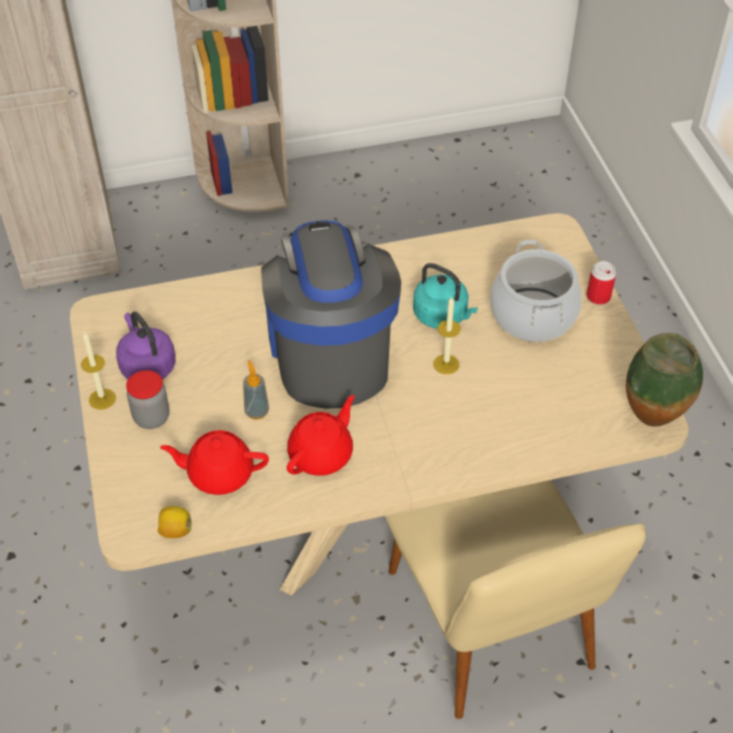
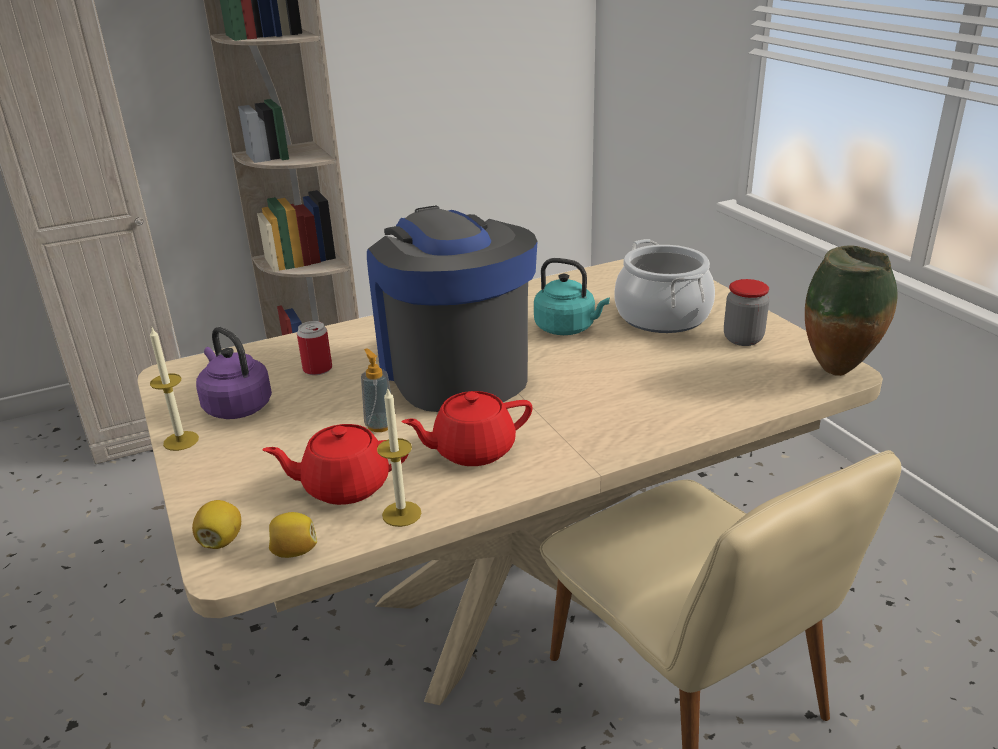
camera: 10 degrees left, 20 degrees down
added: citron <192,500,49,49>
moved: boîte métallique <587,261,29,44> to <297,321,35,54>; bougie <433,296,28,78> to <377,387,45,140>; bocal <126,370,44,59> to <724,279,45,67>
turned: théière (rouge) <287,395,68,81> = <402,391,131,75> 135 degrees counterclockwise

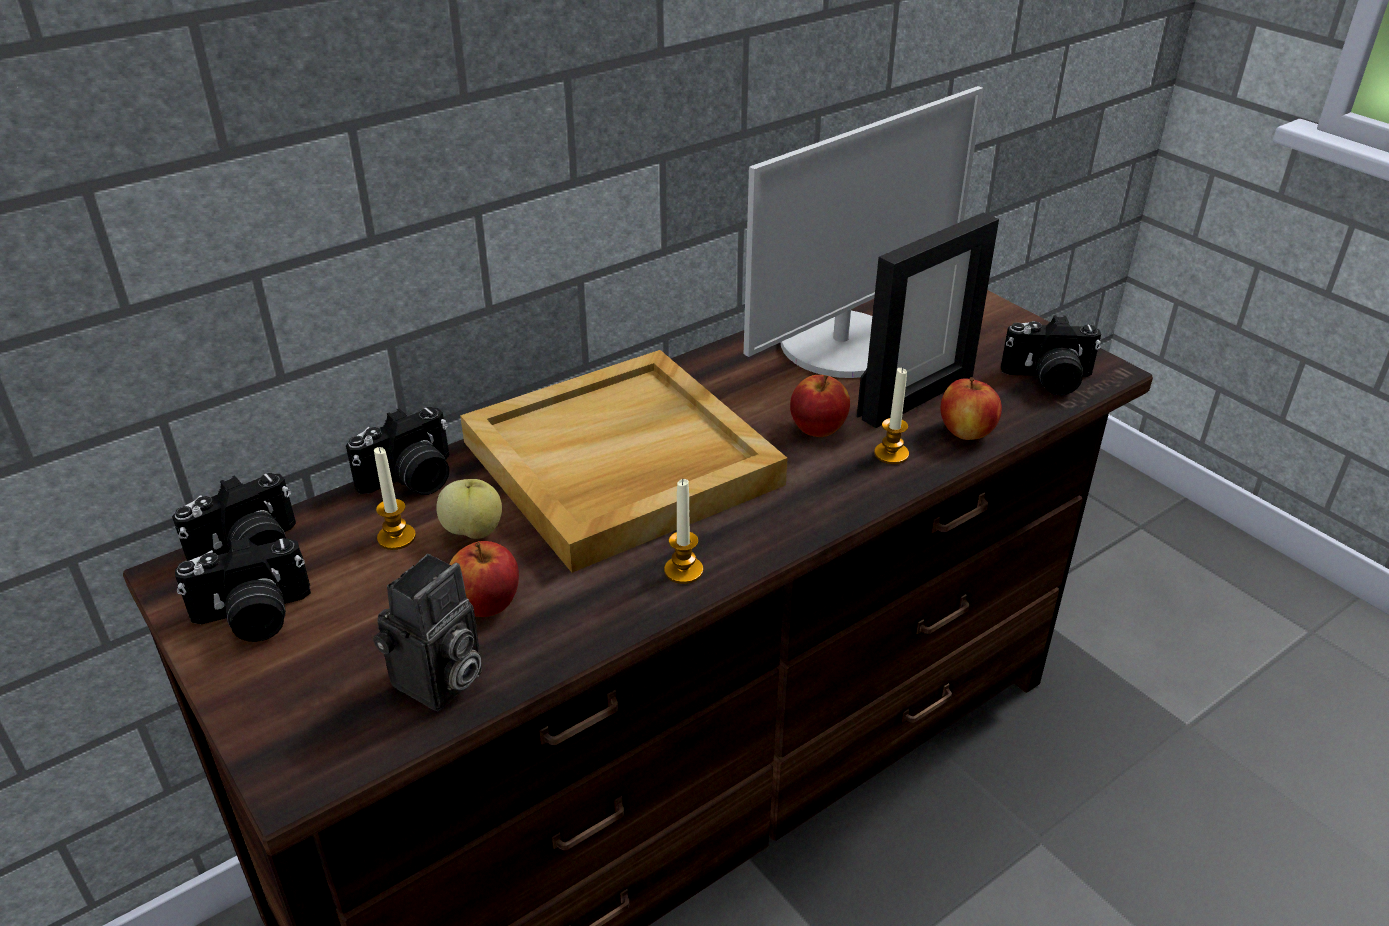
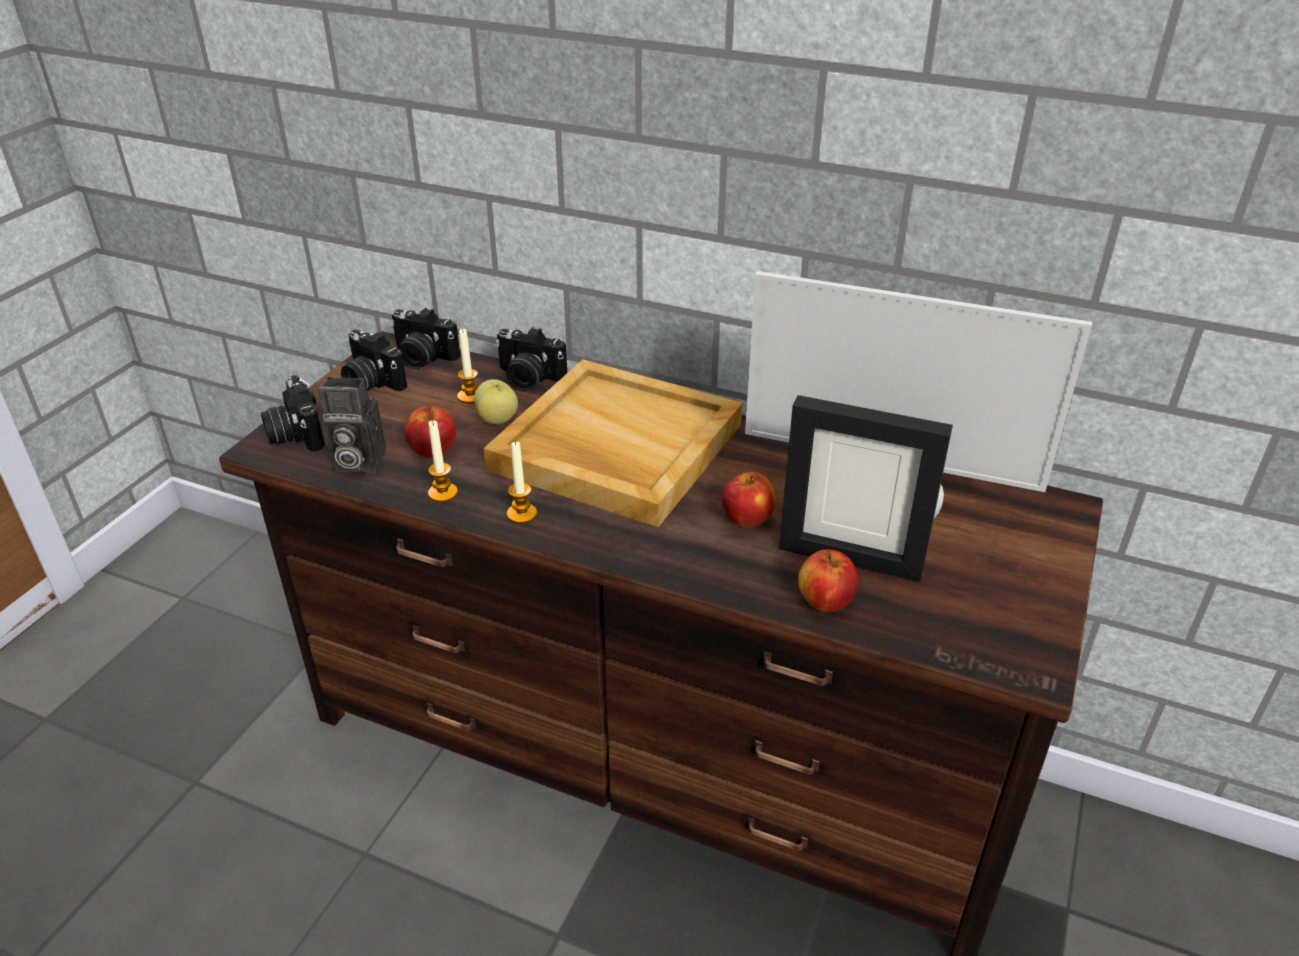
camera: 60 degrees right, 0 degrees up
moved: appareil photo <1001,315,100,80> to <261,375,64,77>; bougie <874,367,35,97> to <428,420,30,82>

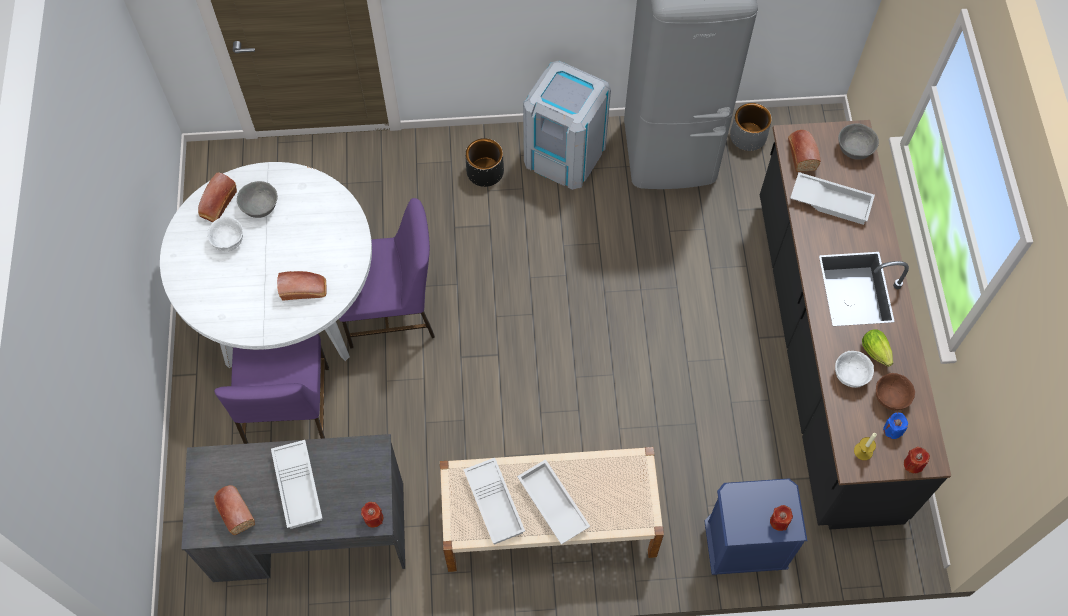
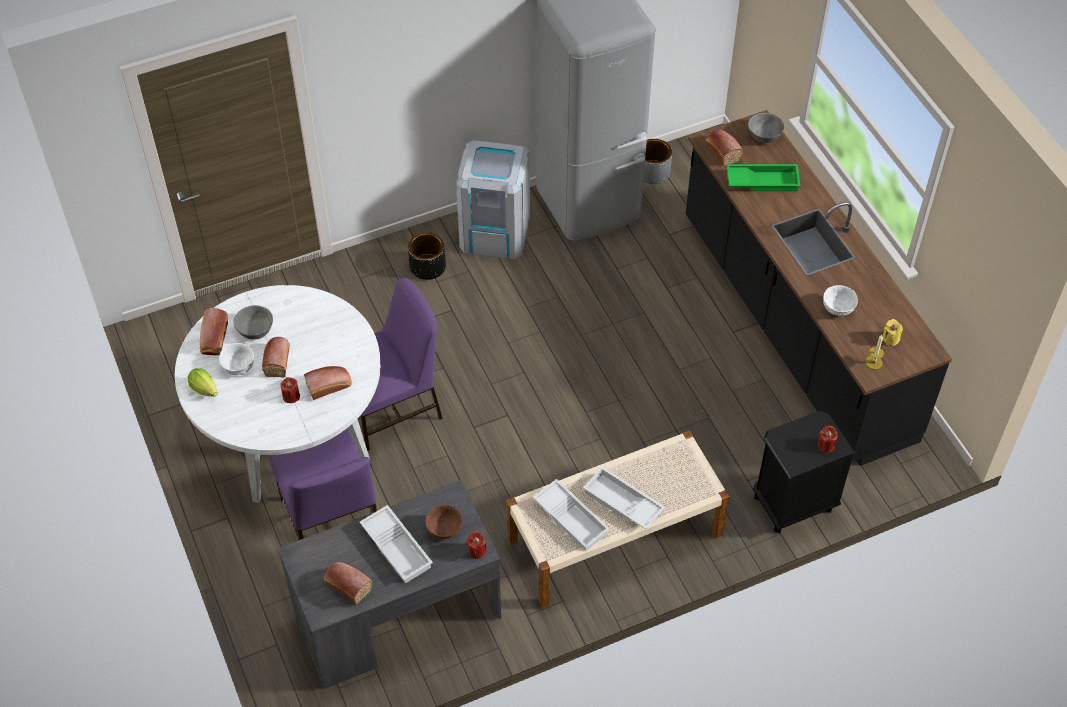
camera: 20 degrees left, 10 degrees down
added: pain <262,337,28,40>
moved: laitue <862,329,31,38> to <188,368,30,29>; bol (marron) <876,373,39,38> to <425,505,38,35>; bougie (rouge) <904,447,26,27> to <281,377,19,26>
recoloured: plateau (blanc) <790,172,85,53> to plateau (vert) <727,164,73,28>; bougie (bleu) <883,413,25,26> to bougie (jaune) <882,319,21,27>; table de chevet (bleu) <704,479,103,96> to table de chevet (noir) <753,411,102,122>

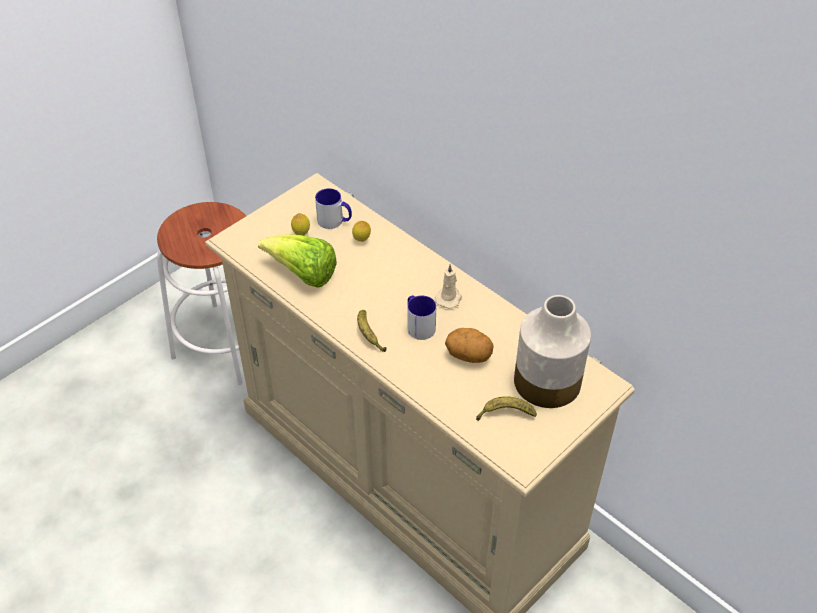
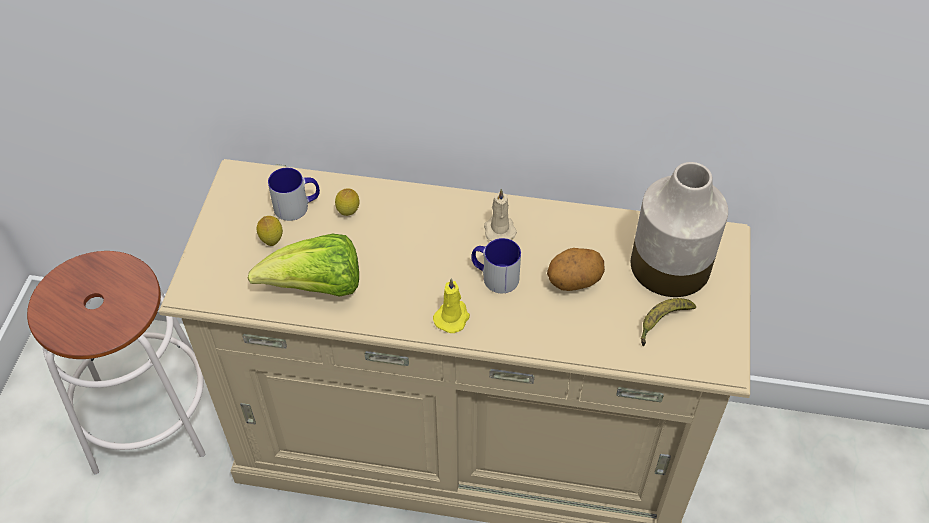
camera: 35 degrees left, 5 degrees up
replaced: banane <357,310,30,42> to bougie (jaune) <433,278,37,55>

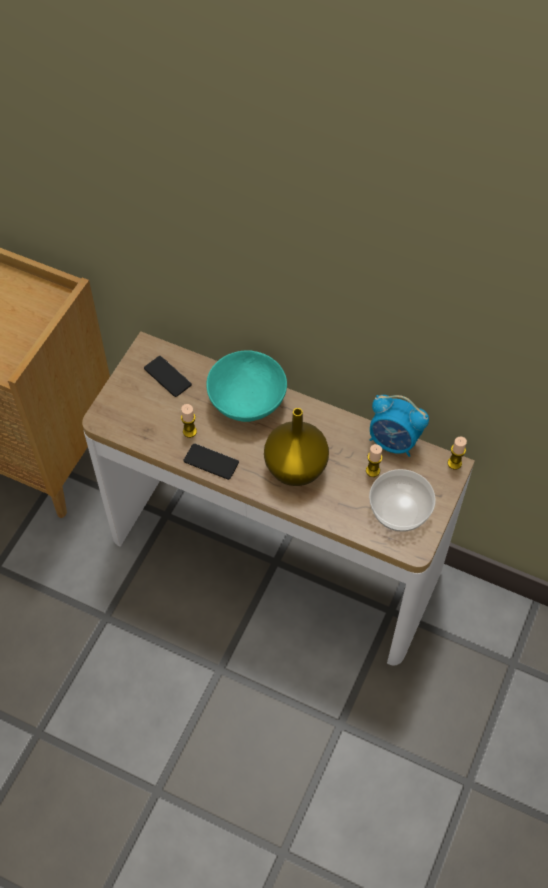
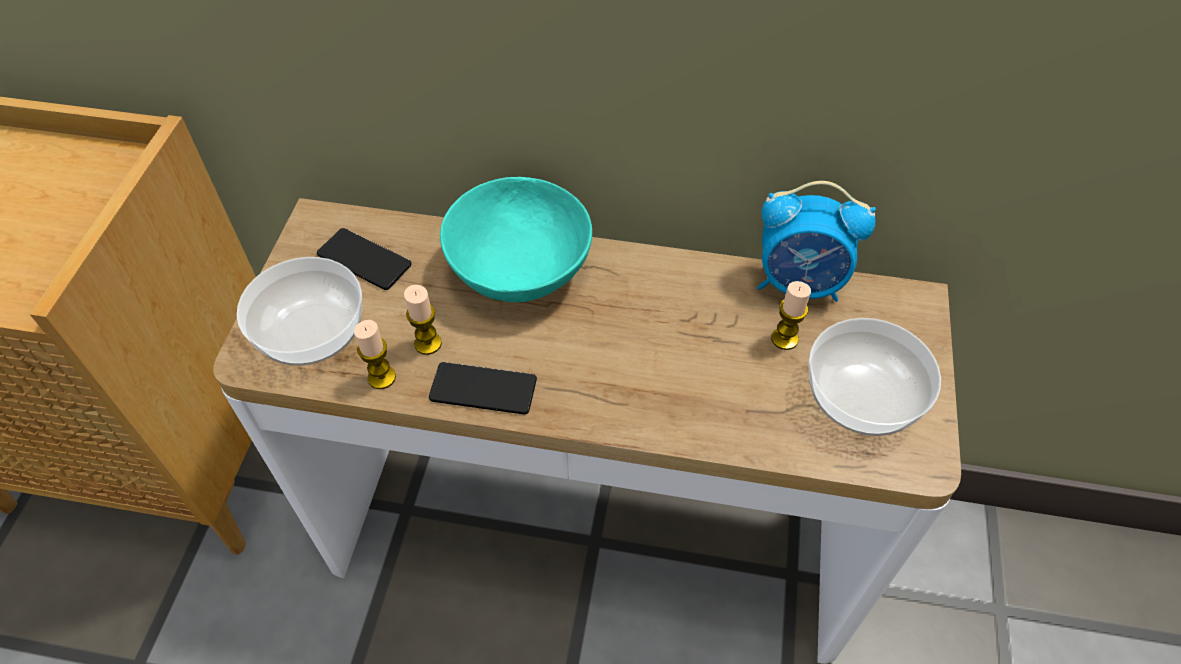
camera: 15 degrees left, 5 degrees down
removed: vase (jaune) <264,408,65,78>
added: bol <237,257,125,109>
moved: bougie <448,437,19,33> to <354,320,42,69>

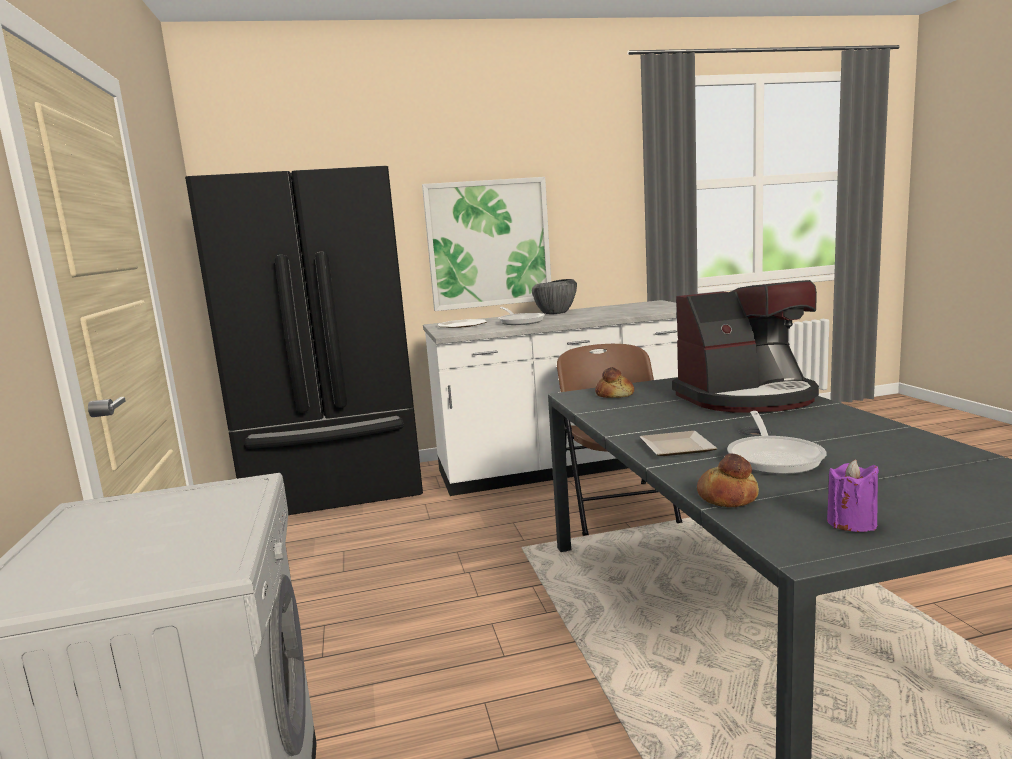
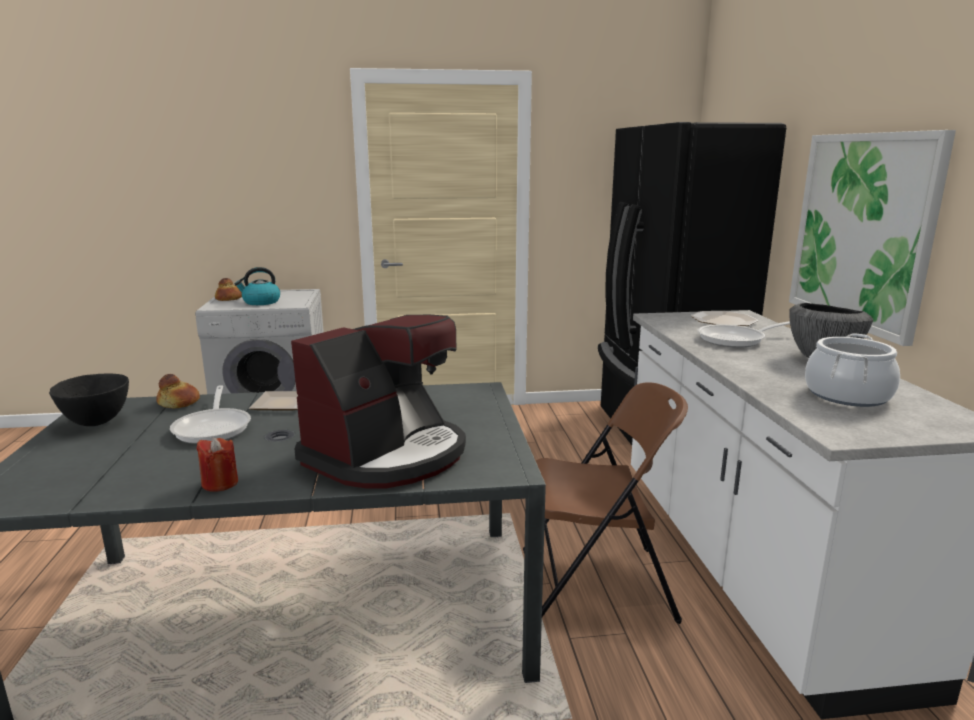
camera: 95 degrees right, 5 degrees up
added: bouilloire <234,267,46,38>; marmite <805,334,95,73>; bougie (rouge) <196,438,42,54>
moved: pain <595,367,39,31> to <215,278,27,23>
replaced: bougie (violet) <827,459,52,73> to bol (noir) <49,373,80,53>
turned: machine à café <672,280,147,133> = <291,315,175,173> 135 degrees counterclockwise; poêle <727,411,100,64> = <170,385,81,59> 120 degrees counterclockwise

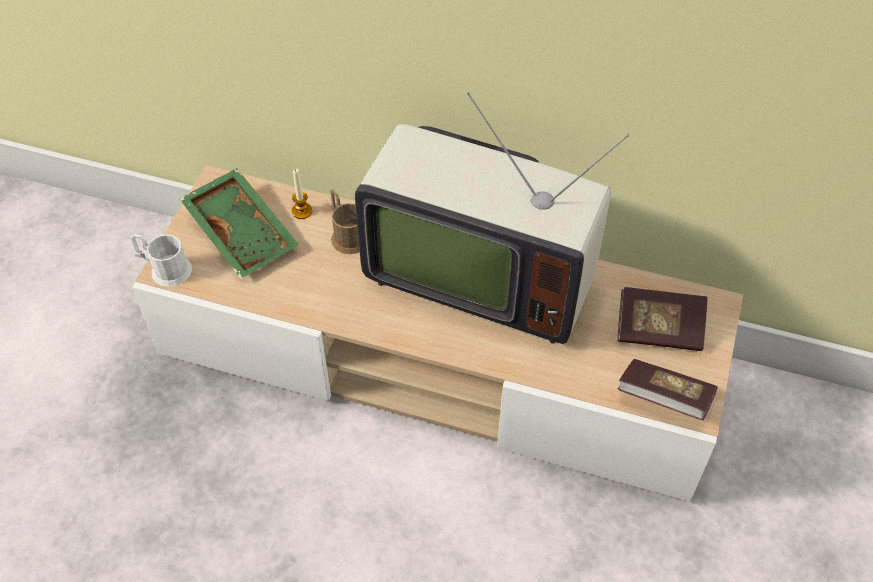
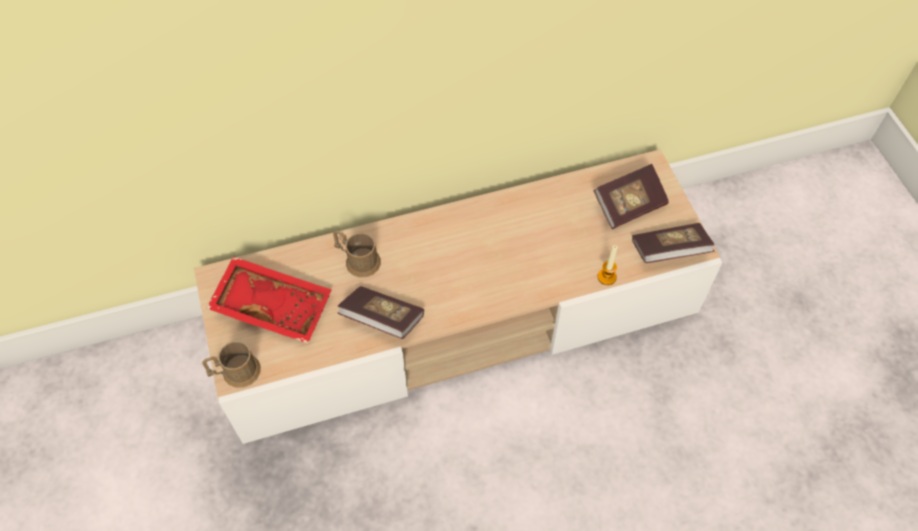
camera: 35 degrees left, 5 degrees up
removed: téléviseur <355,92,275,252>
added: livre <337,286,87,53>
moved: bougie <292,169,20,50> to <597,245,21,40>
recoloured: plateau (vert) <180,168,119,111> to plateau (rouge) <206,256,125,87>; mug (blanc) <131,234,61,53> to mug (marron) <202,341,59,47>

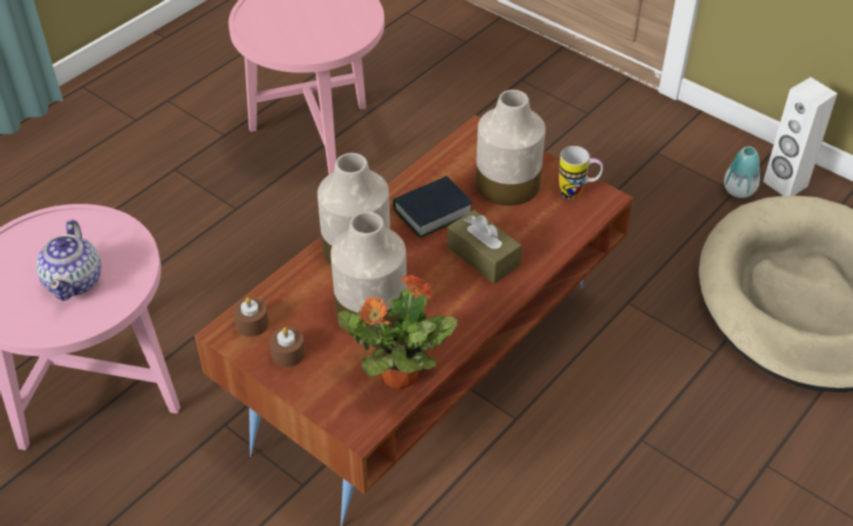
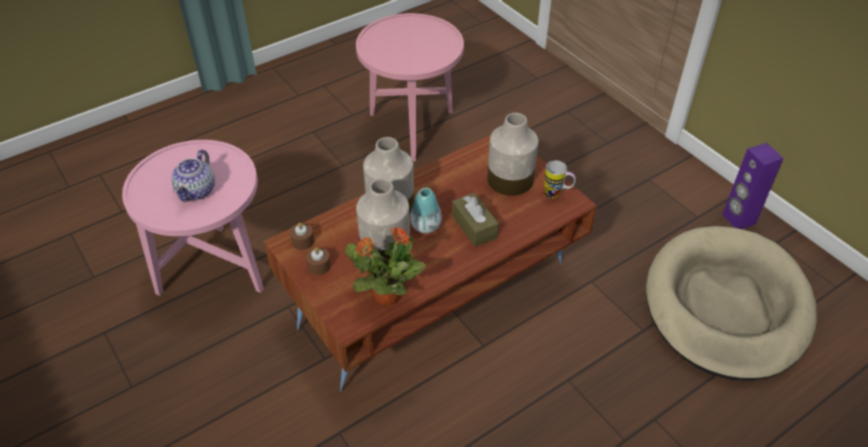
camera: 15 degrees right, 0 degrees up
removed: livre <393,176,80,62>
moved: vase <724,146,36,52> to <410,188,32,45>
recoloured: enceinte (blanc) <763,77,75,119> to enceinte (violet) <722,143,61,86>

